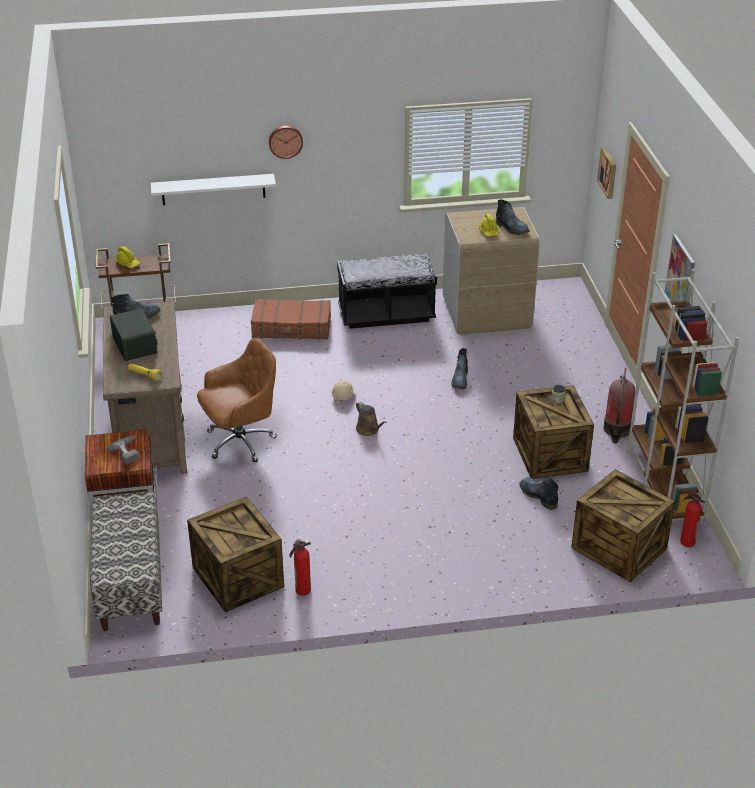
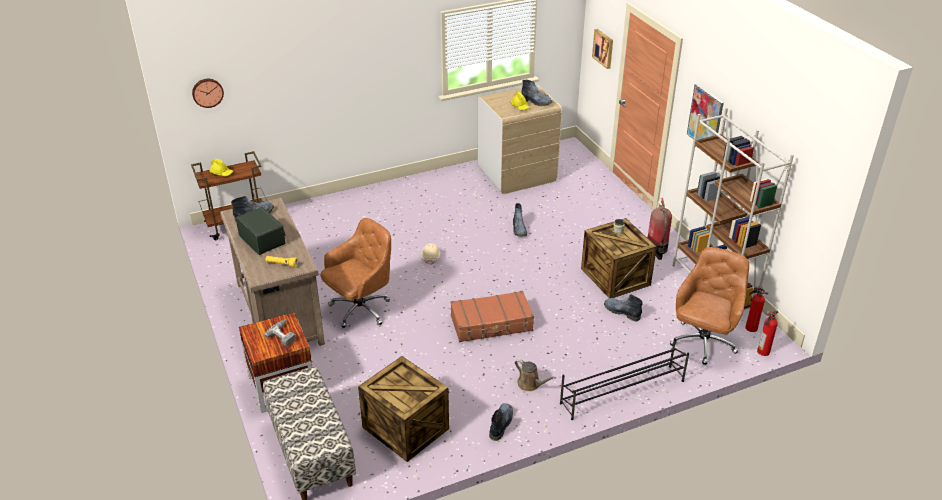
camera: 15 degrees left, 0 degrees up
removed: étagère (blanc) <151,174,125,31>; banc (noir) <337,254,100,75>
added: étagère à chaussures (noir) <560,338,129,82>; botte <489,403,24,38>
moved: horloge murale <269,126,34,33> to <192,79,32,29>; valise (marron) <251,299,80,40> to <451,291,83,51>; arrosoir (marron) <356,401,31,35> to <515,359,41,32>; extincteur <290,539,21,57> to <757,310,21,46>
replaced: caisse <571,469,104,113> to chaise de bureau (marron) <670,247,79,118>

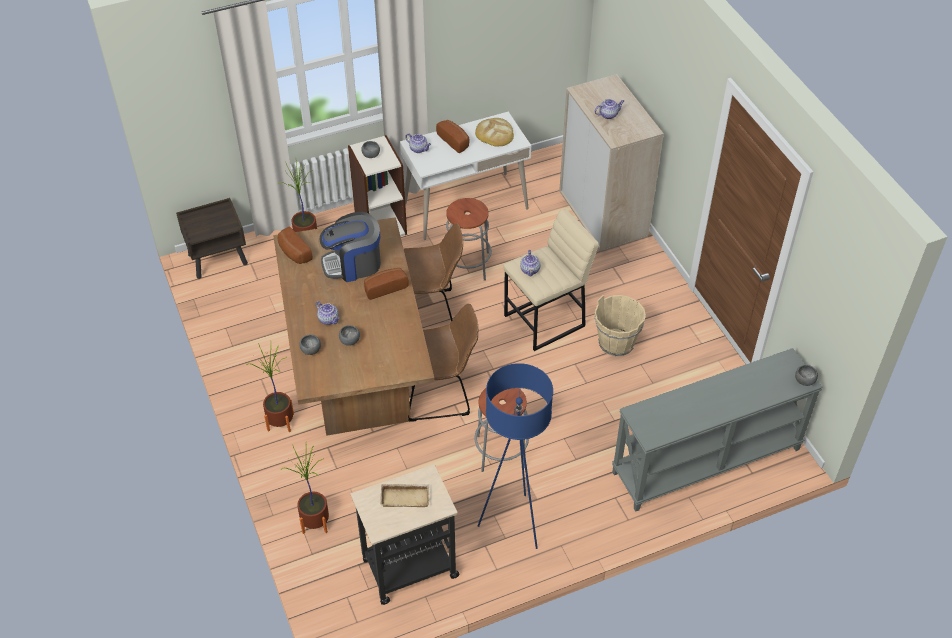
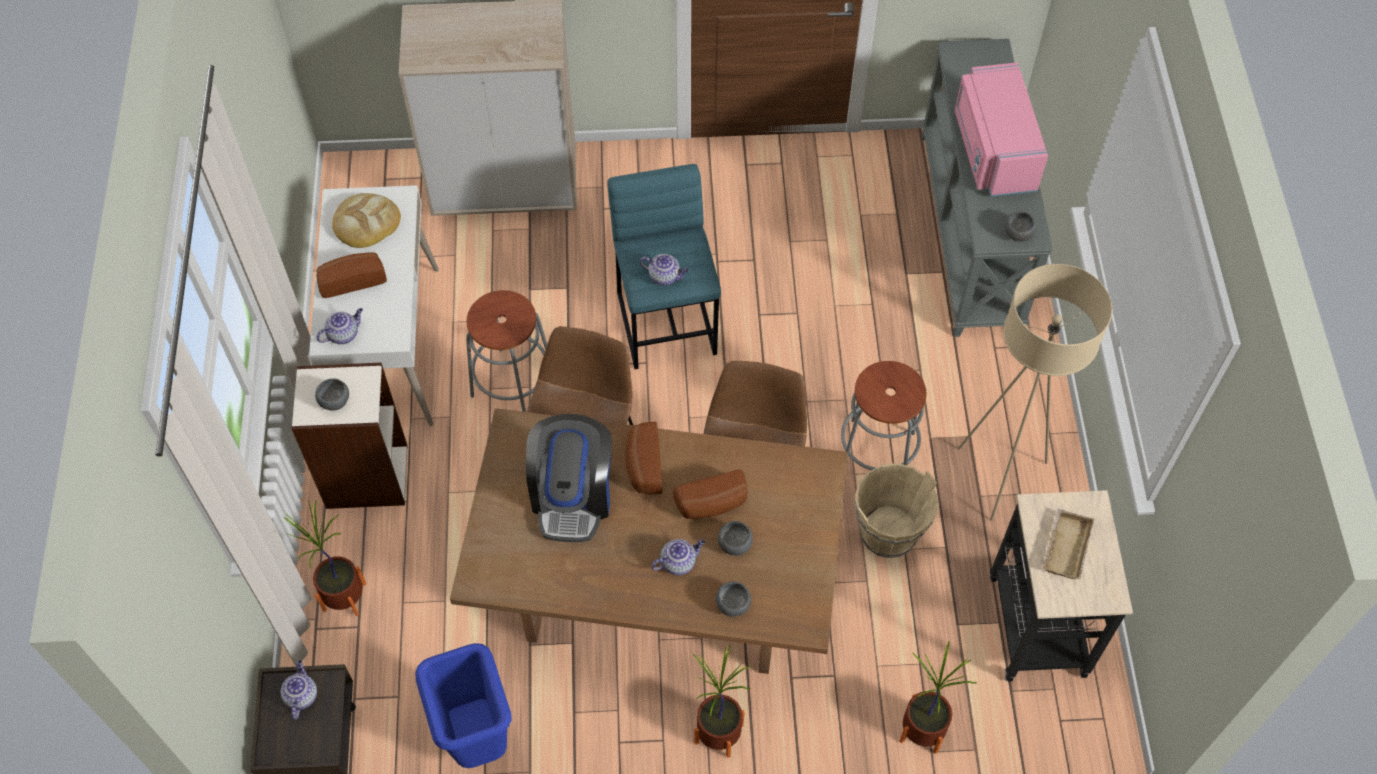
camera: 70 degrees left, 10 degrees up
added: micro-ondes (rose) <955,62,93,135>; poubelle (bleu) <415,643,97,125>
moved: théière <594,99,30,20> to <280,660,37,60>; pain <278,227,35,37> to <673,470,75,49>; seau (beige) <595,295,51,62> to <854,463,85,95>; bol (gris) <795,365,23,21> to <1005,211,31,31>
recoloured: tabouret (beige) <503,209,96,142> to tabouret (bleu) <607,164,114,205>; lampadaire (bleu) <478,363,75,186> to lampadaire (beige) <958,264,154,257>

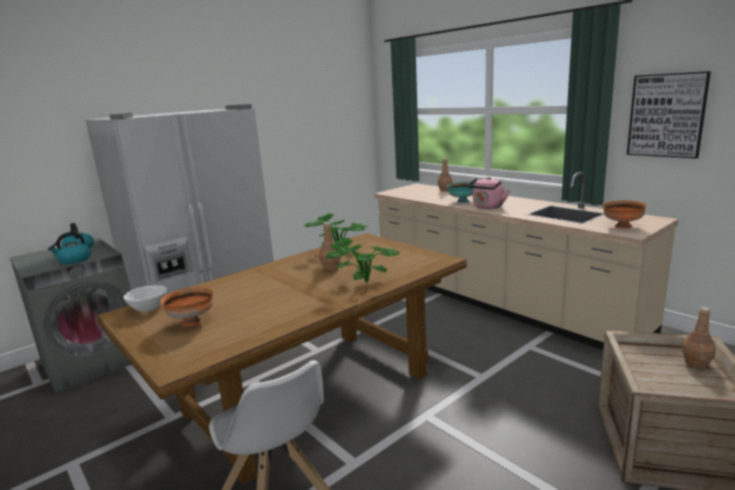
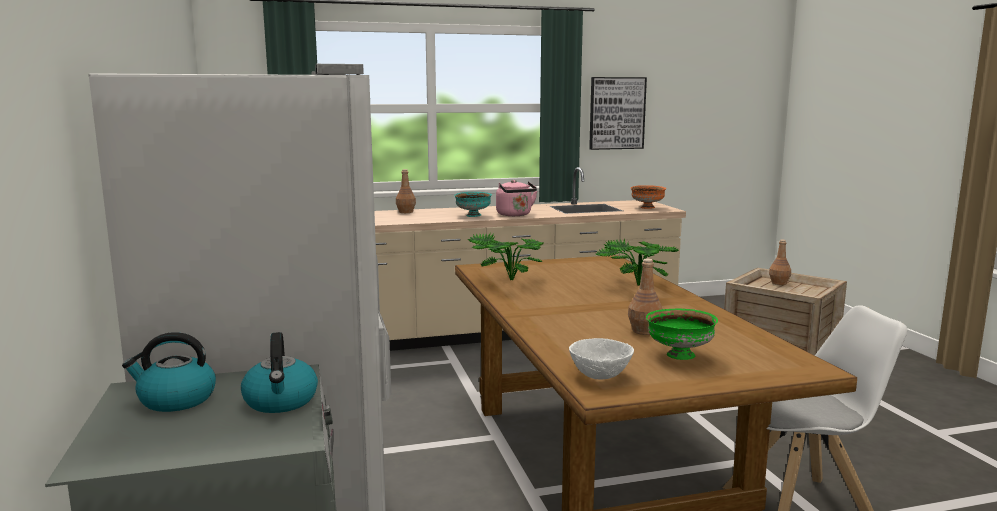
camera: 65 degrees left, 5 degrees down
moved: bouteille (marron) <319,222,22,48> to <628,259,35,76>
recoloured: bol (orange) <160,287,54,39> to bol (vert) <646,309,72,51>

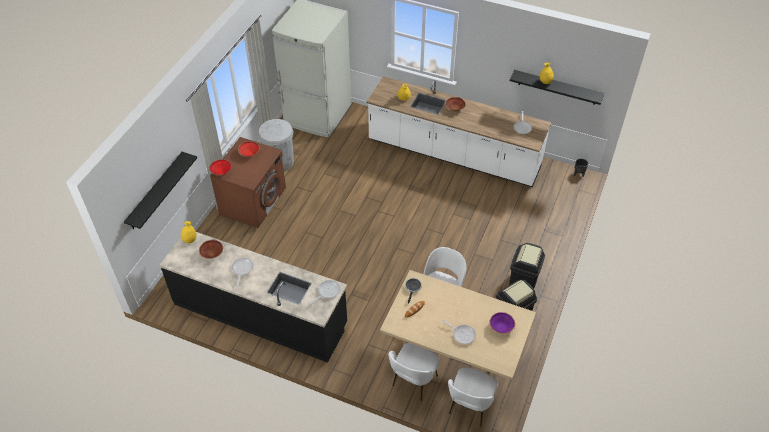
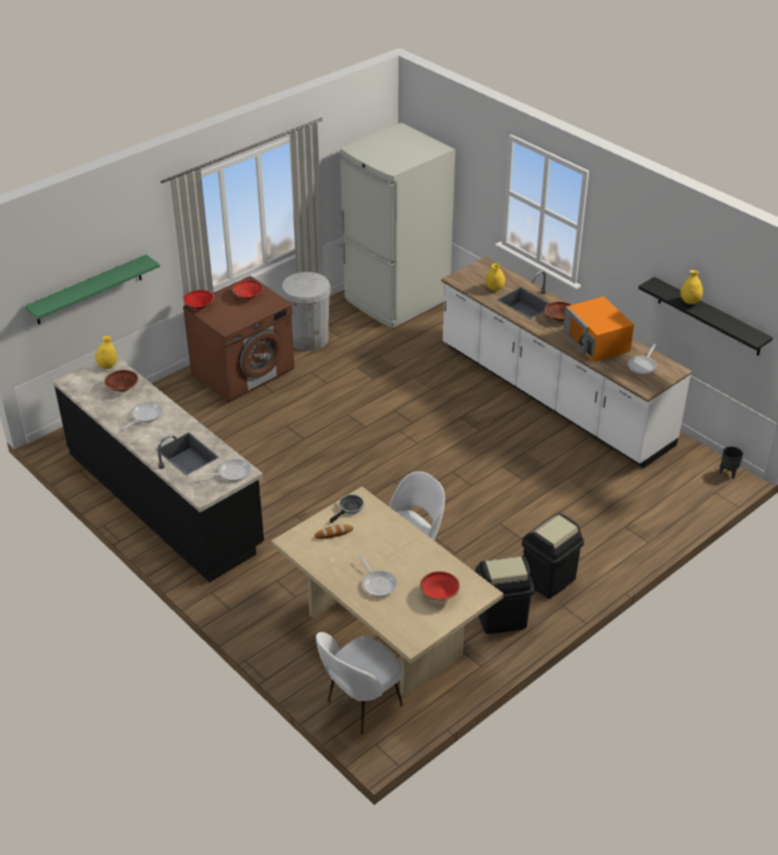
camera: 25 degrees right, 10 degrees down
removed: chaise (blanc) <388,343,52,58>
added: micro-ondes (orange) <563,296,71,66>
recoloured: étagère (noir) <124,152,73,77> to étagère (vert) <25,255,135,69>; bol (violet) <489,312,26,22> to bol (rouge) <420,571,40,30>

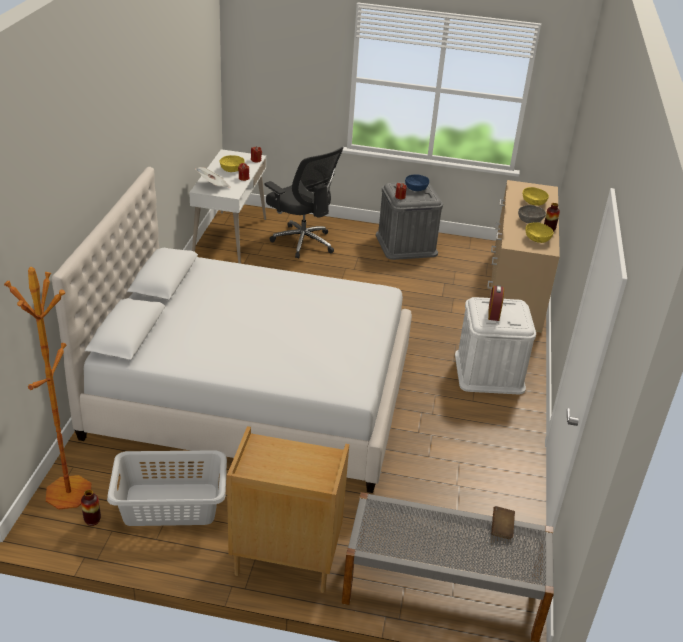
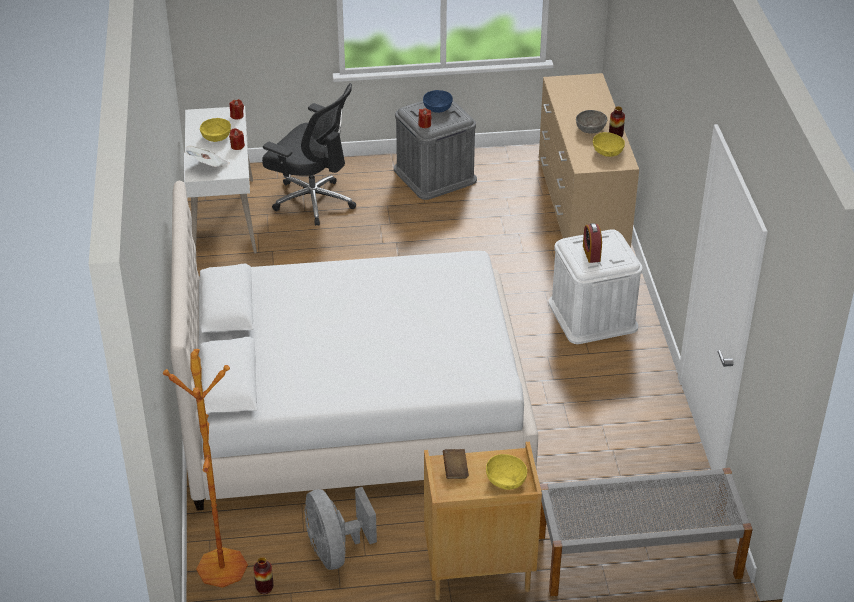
camera: 15 degrees left, 5 degrees up
moved: bol (jaune) <523,187,26,19> to <486,454,41,36>; livre (marron) <491,506,24,33> to <443,449,26,30>
replaced: panier à linge (gris) <107,450,120,76> to ventilateur (gris) <305,487,72,83>

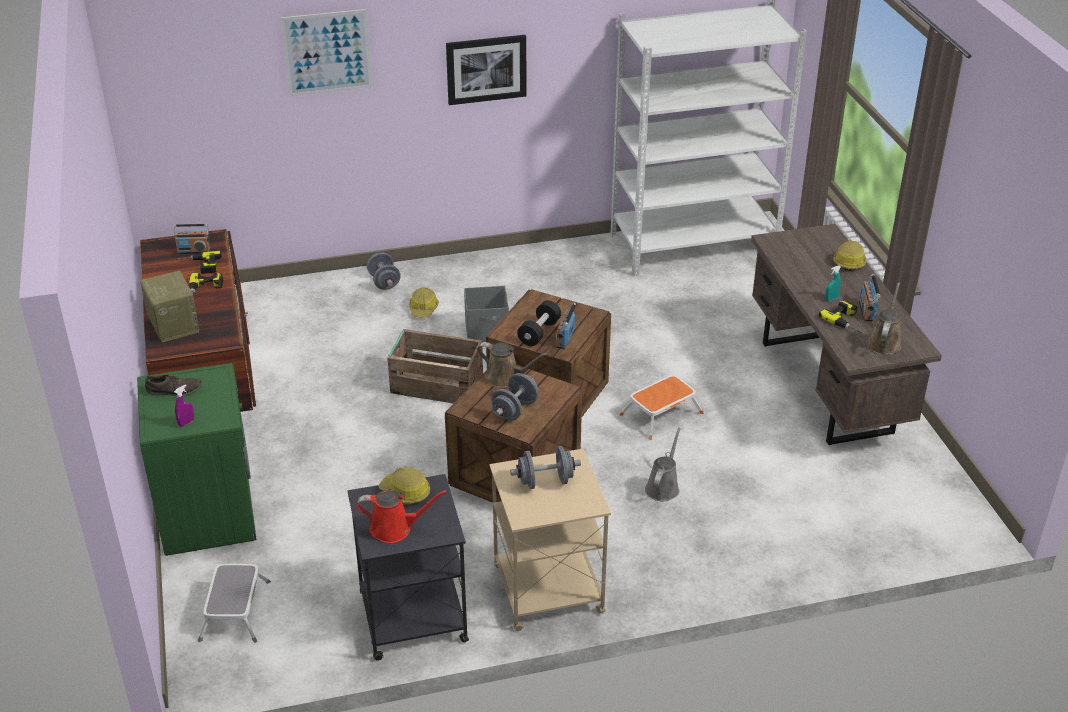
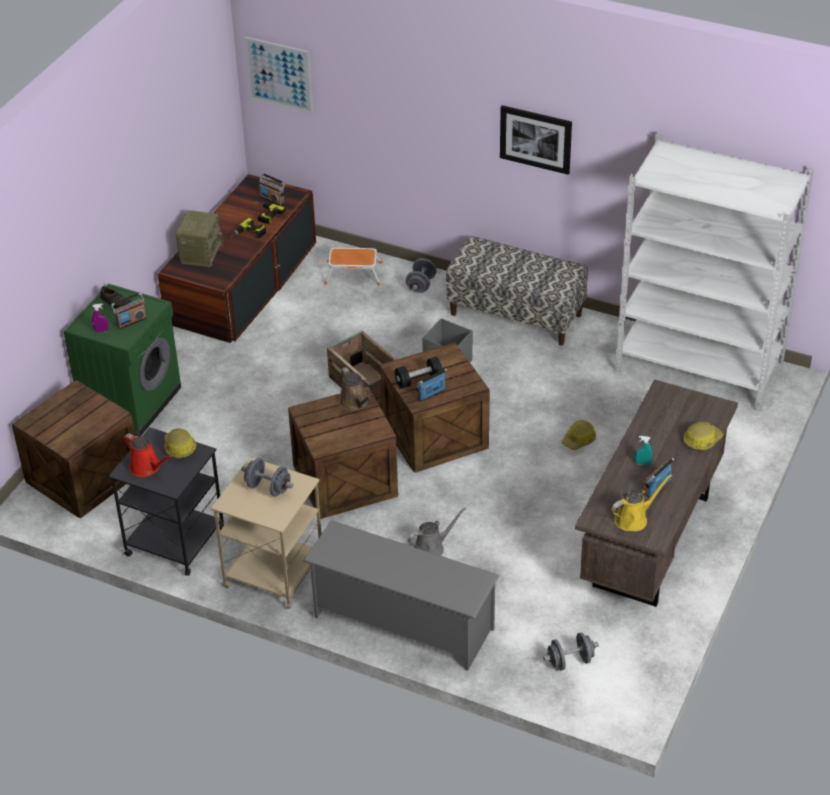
camera: 40 degrees right, 5 degrees up
removed: perceuse <819,300,43,33>
added: banc <446,236,142,110>; radio <111,292,36,37>; étagère à chaussures (gris) <303,520,197,151>
moved: tableau <281,9,91,87> to <245,37,68,77>; casque de chantier <409,288,30,29> to <562,420,34,30>; haltère (gris) <491,373,48,47> to <543,632,56,39>; escabeau (orange) <619,375,85,65> to <324,248,59,38>
replaced: escabeau (gris) <198,564,73,79> to caisse <12,380,123,138>
recoloured: arrosoir (marron) <866,283,35,72> to arrosoir (jaune) <611,474,61,57>

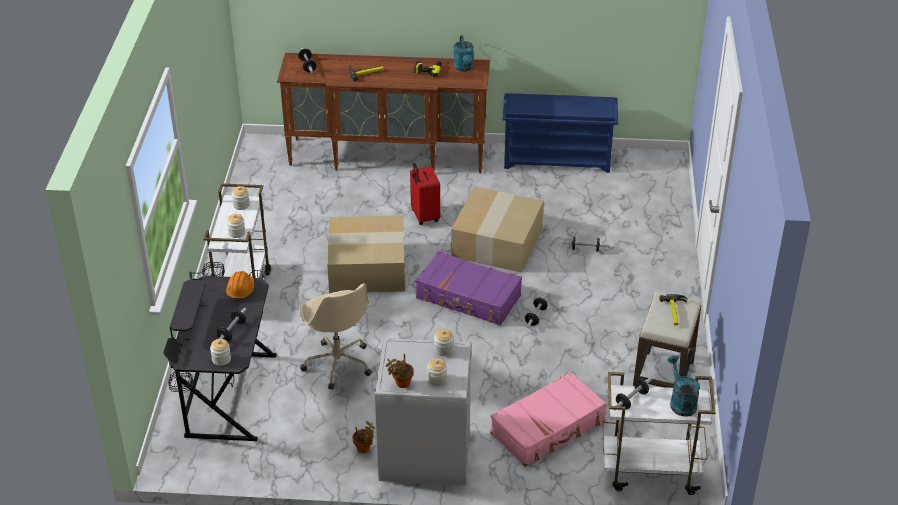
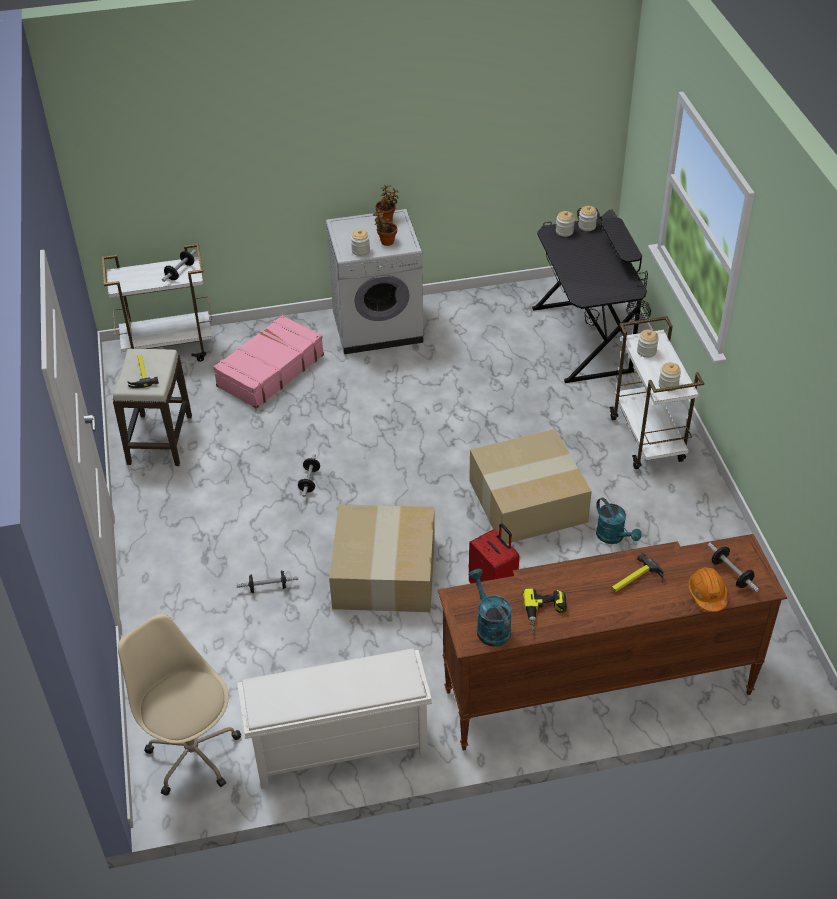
camera: 165 degrees right, 5 degrees up
removed: valise (violet) <416,251,106,74>; haltère <217,308,30,34>
moved: casque de chantier (orange) <226,271,28,28> to <688,567,40,45>; chaise de bureau (beige) <300,283,72,107> to <118,614,124,182>; arrosoir (turquoise) <667,356,33,61> to <596,498,46,46>; bocal <427,358,20,28> to <578,206,19,25>; plante en pot <352,421,23,32> to <373,210,24,36>
recoloured: étagère à chaussures (bleu) <503,93,115,80> to étagère à chaussures (blanc) <237,648,195,141>

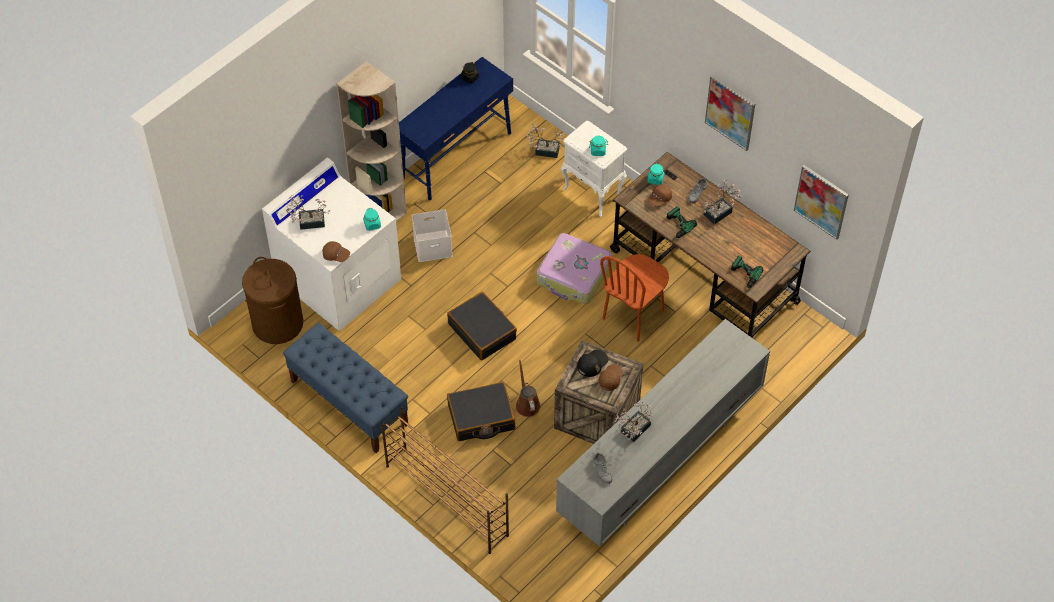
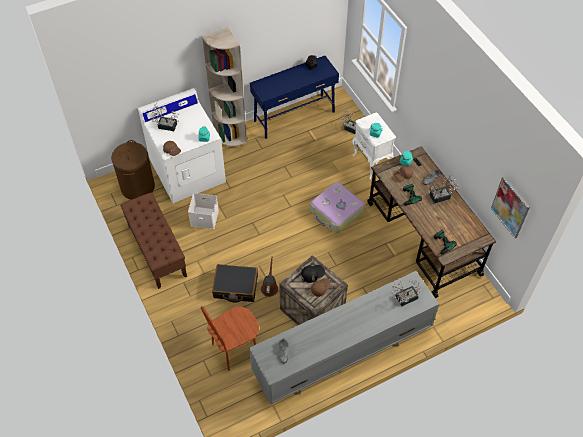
camera: 20 degrees right, 0 degrees up
removed: tableau <705,75,51,76>; valise (noir) <447,292,70,68>; étagère à chaussures (marron) <381,406,128,148>
moved: boîte de rangement (blanc) <412,209,41,53> to <188,193,31,36>; chaise (marron) <600,254,69,88> to <201,306,58,65>; plante en pot <614,401,38,41> to <391,279,31,27>
recoloured: banc (bleu) <283,323,125,130> to banc (marron) <120,193,67,96>

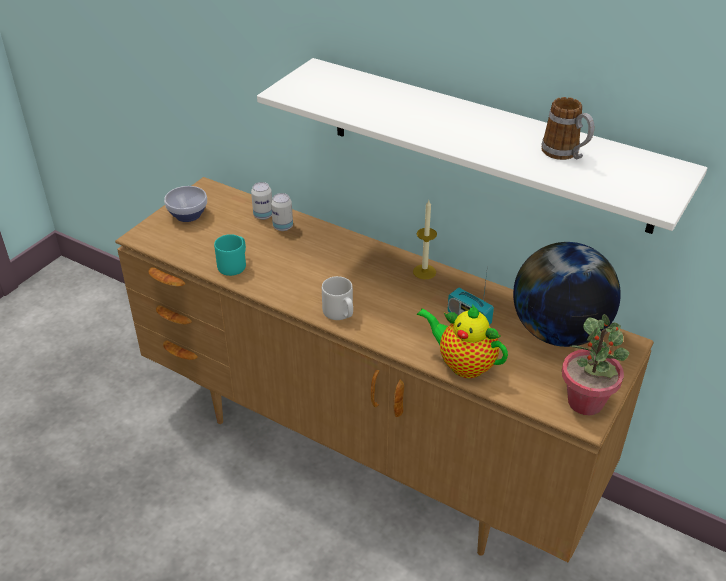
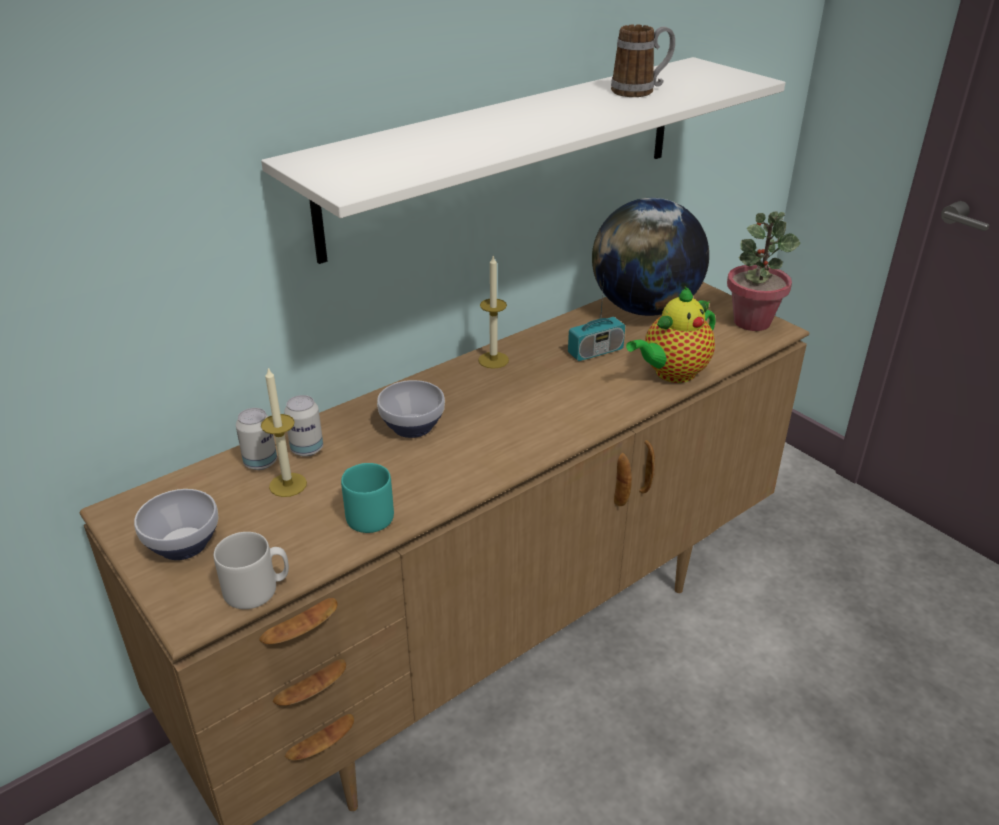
camera: 70 degrees left, 5 degrees down
added: bougie <261,368,46,129>; bol <377,380,68,58>
moved: mug (gris) <322,276,31,44> to <214,532,75,77>

